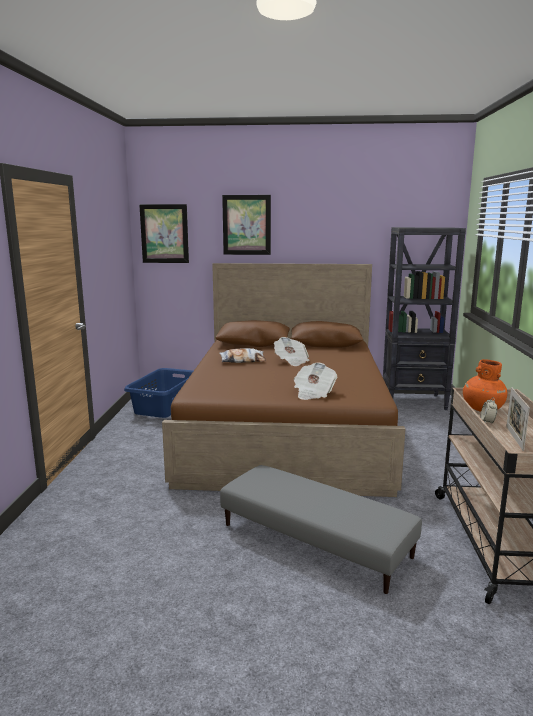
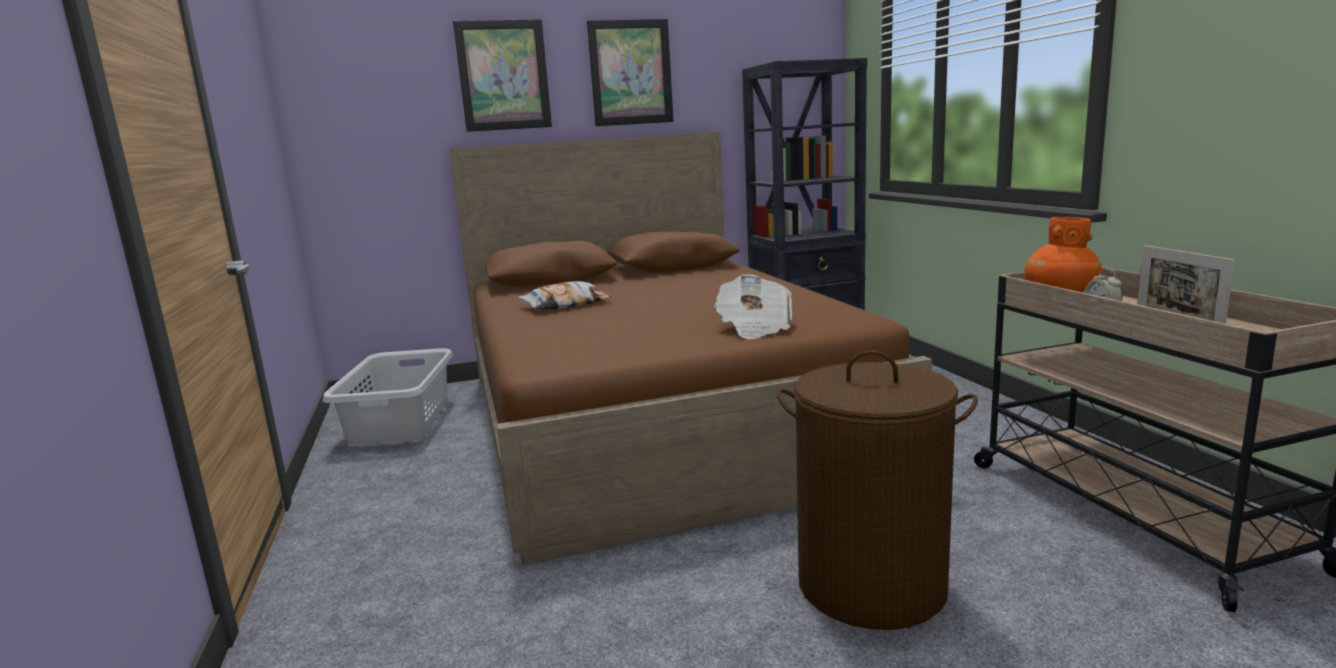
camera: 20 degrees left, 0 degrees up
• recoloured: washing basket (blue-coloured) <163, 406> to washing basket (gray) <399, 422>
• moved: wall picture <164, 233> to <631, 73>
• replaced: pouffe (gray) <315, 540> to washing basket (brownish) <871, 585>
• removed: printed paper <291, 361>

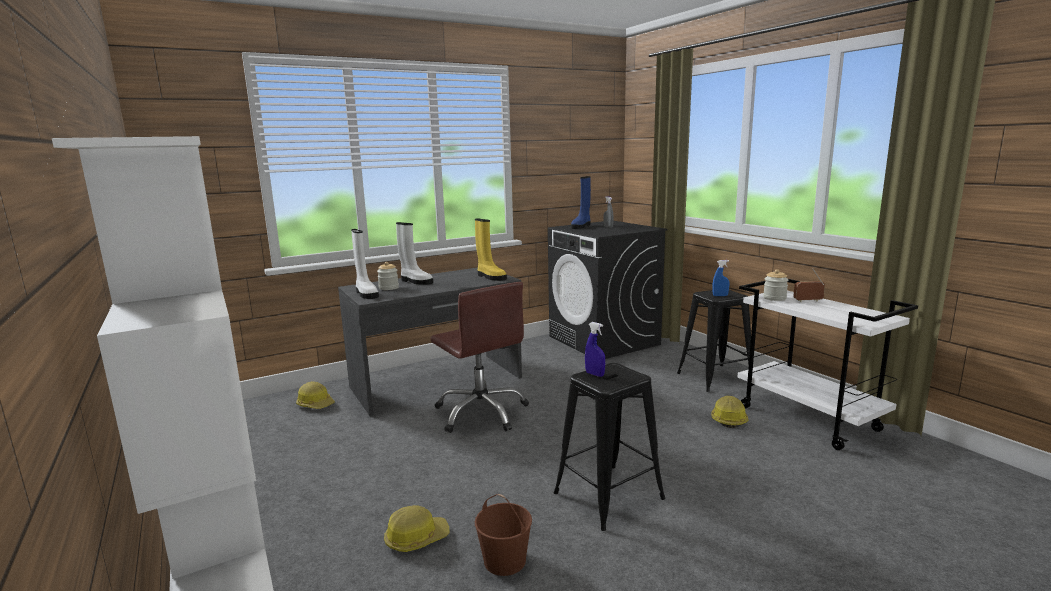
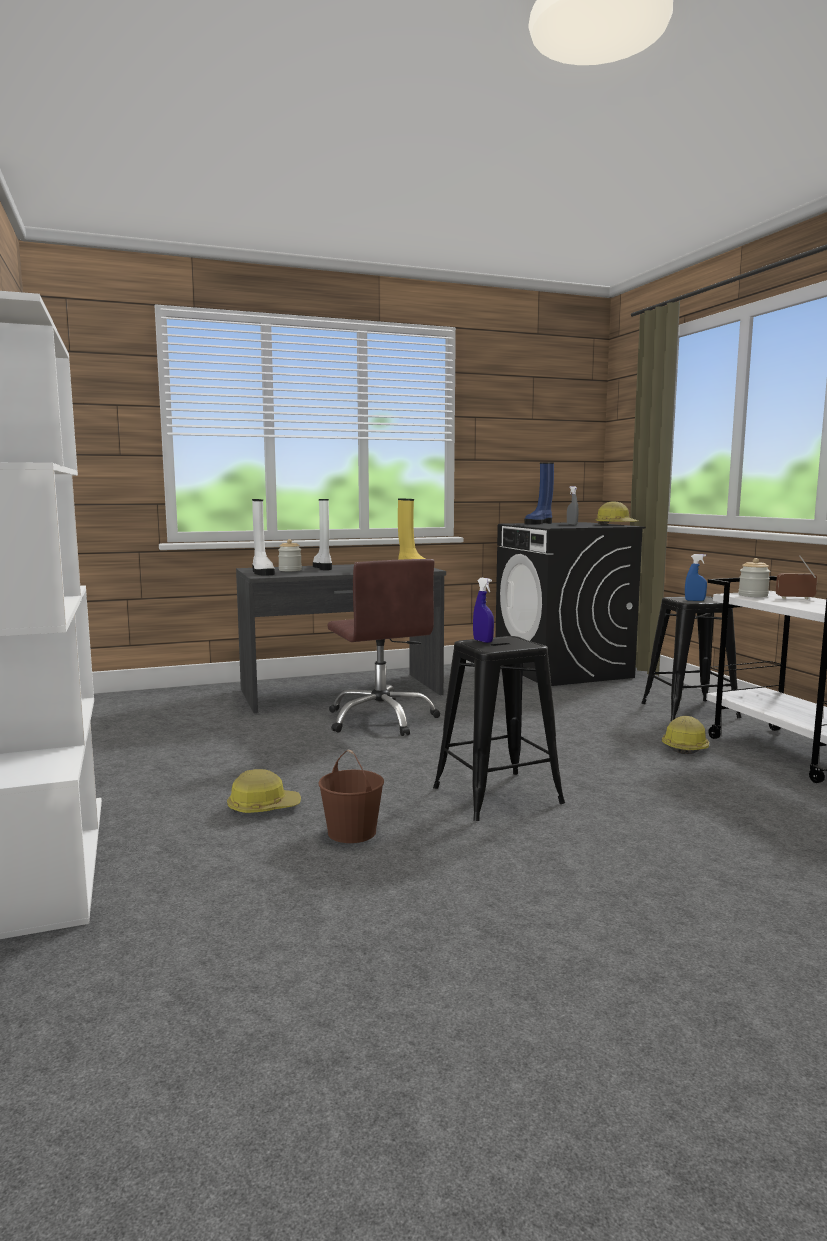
camera: 10 degrees right, 5 degrees down
• moved: hard hat <316, 404> to <615, 525>
• turned: tall boot (whitish) <415, 281> = <323, 568> 150 degrees counterclockwise

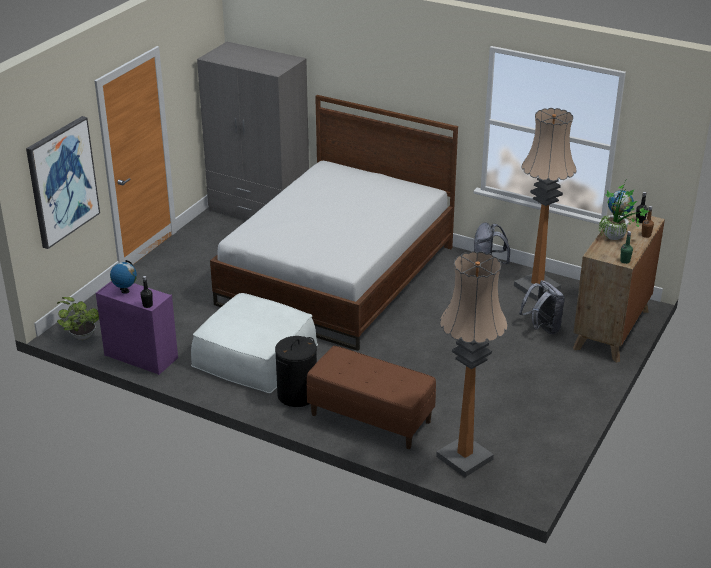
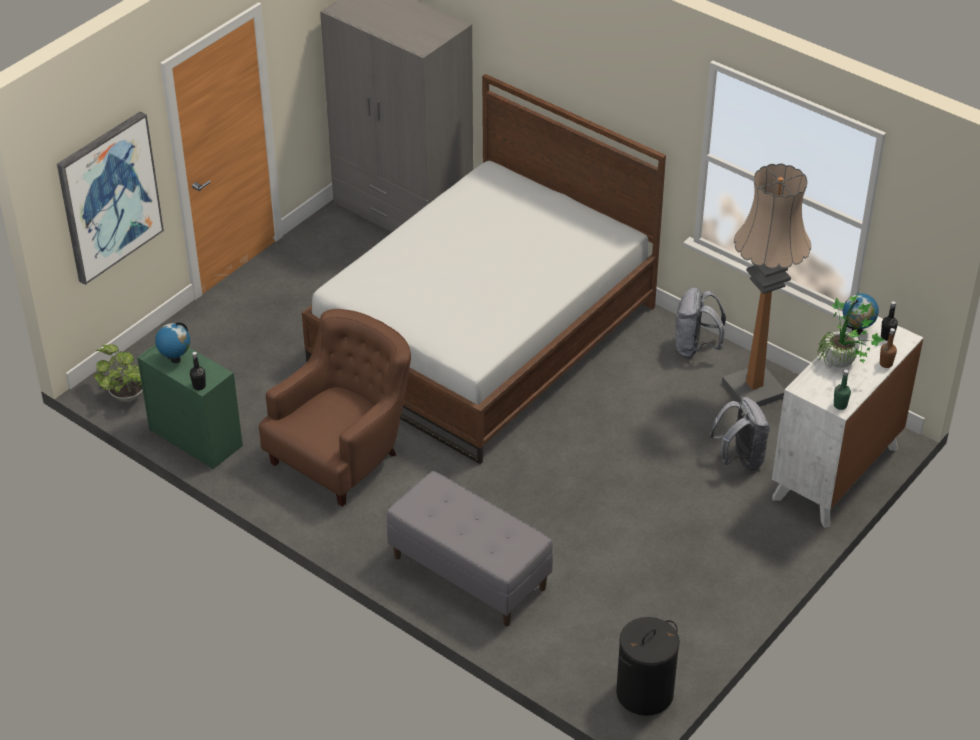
camera: 10 degrees right, 10 degrees up
• recoloured: dresser (purple) <140, 356> to dresser (green) <194, 437>
• replaced: pouffe (whitish) <255, 355> to armchair (brownish) <343, 454>
• moved: washing basket (black) <297, 394> to <645, 693>
• recoloured: indoor bench (brownish) <370, 418> to indoor bench (gray) <468, 572>
• removed: standard lamp <464, 458>
• recoloured: dresser (brownish) <611, 329> to dresser (whitish) <836, 473>

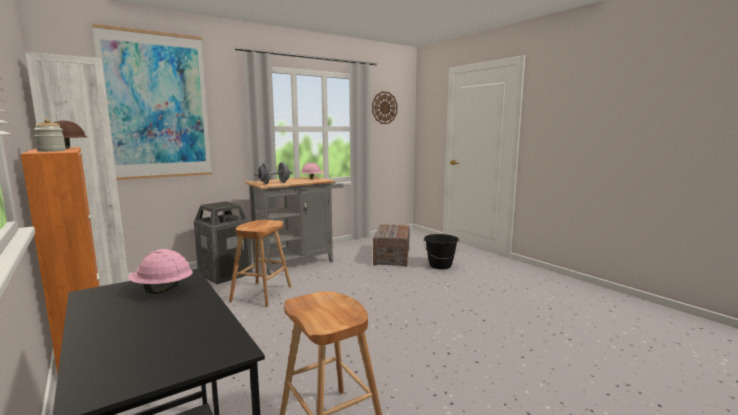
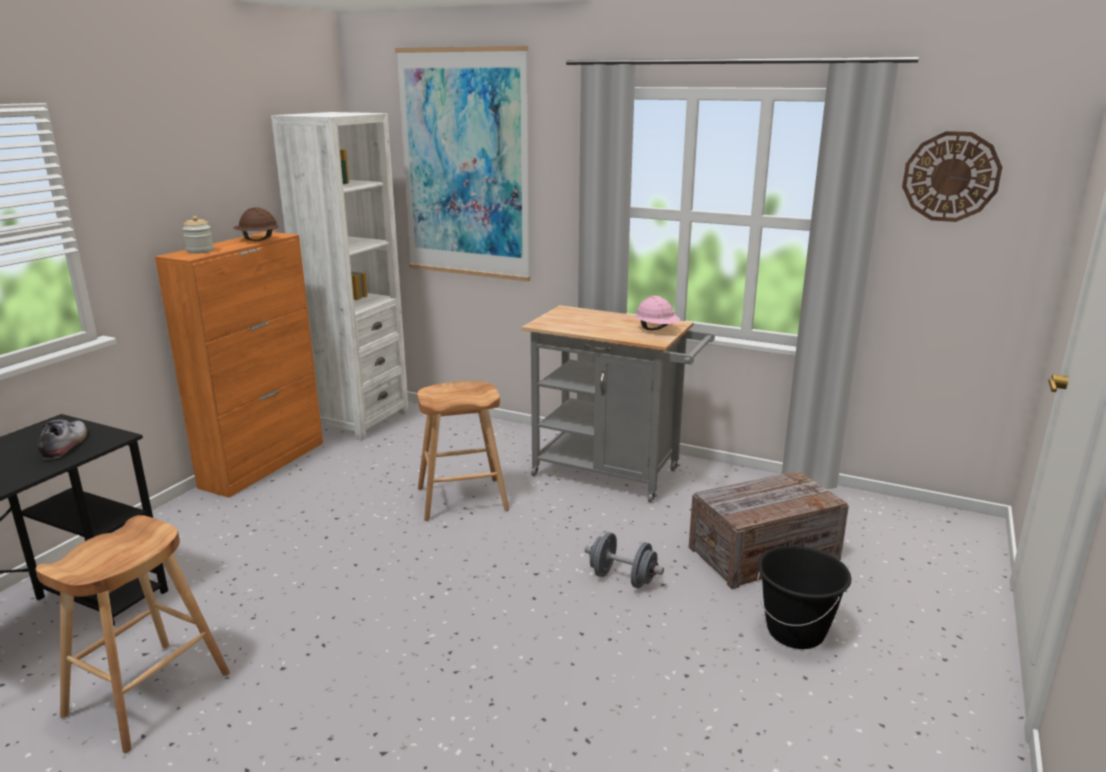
camera: 60 degrees right, 10 degrees up
• replaced: hard hat (pinkish) <162, 290> to shoe <65, 445>
• removed: trash can <225, 274>
• moved: hand weight (gray) <274, 183> to <622, 578>

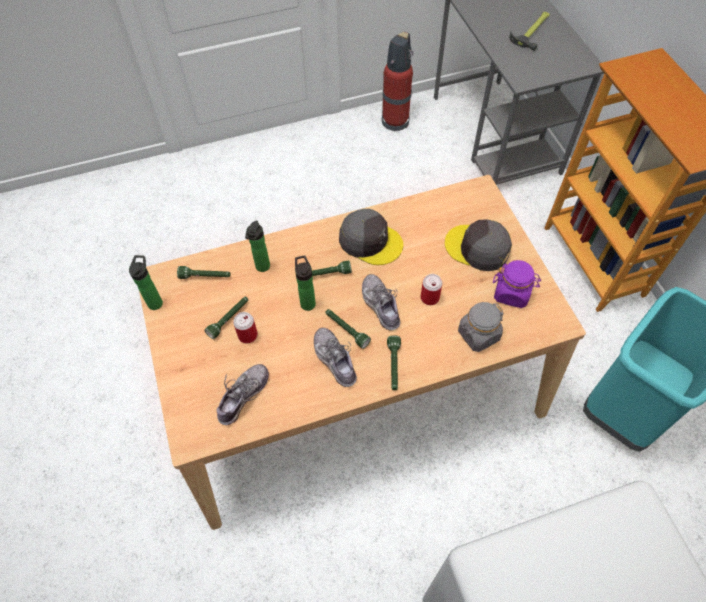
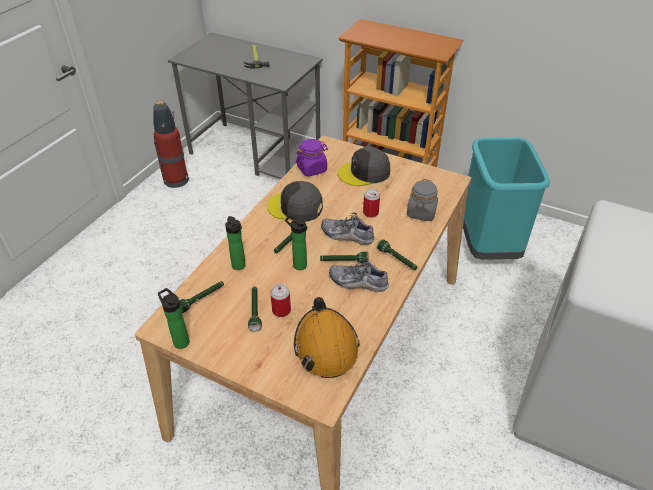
camera: 45 degrees left, 15 degrees down
• replaced: shoe <243, 396> to hard hat (orangey) <325, 346>
• turned: peaked cap (gray) <370, 241> = <295, 207> 150 degrees counterclockwise
• moved: storage jar (purple) <512, 293> to <312, 169>

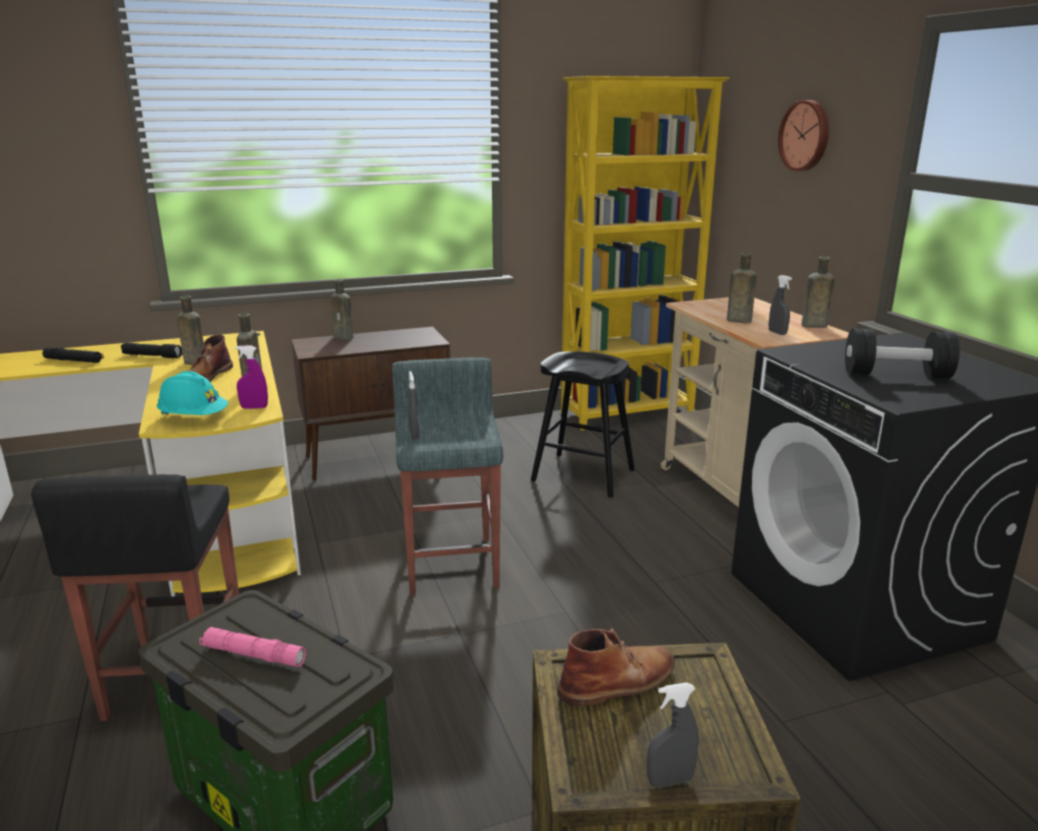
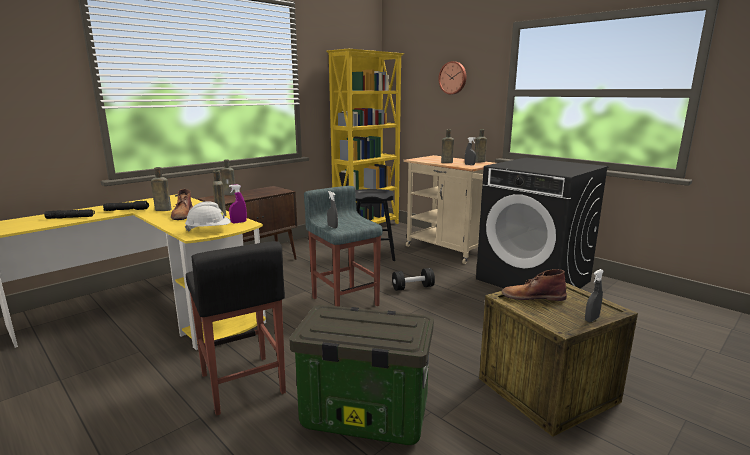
camera: 25 degrees left, 5 degrees down
• recoloured: hard hat (turquoise-coloured) <194, 418> to hard hat (whitish) <209, 230>
• removed: flashlight (pinkish) <253, 655>
• turned: tall boot (brownish) <619, 681> = <532, 296> 120 degrees counterclockwise
• moved: hand weight (black) <896, 375> to <413, 287>

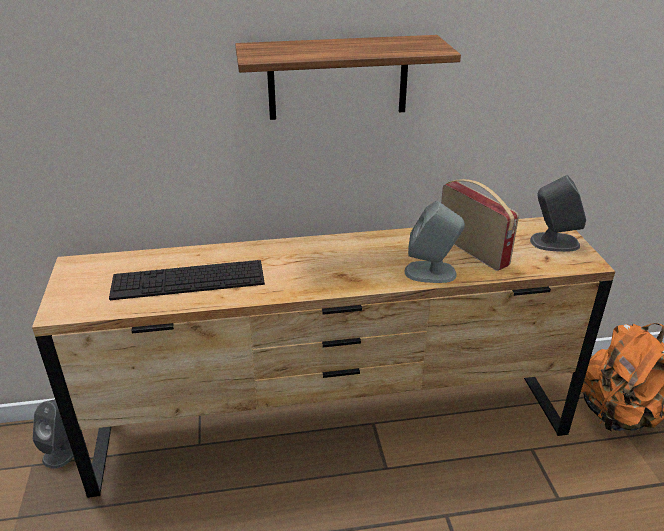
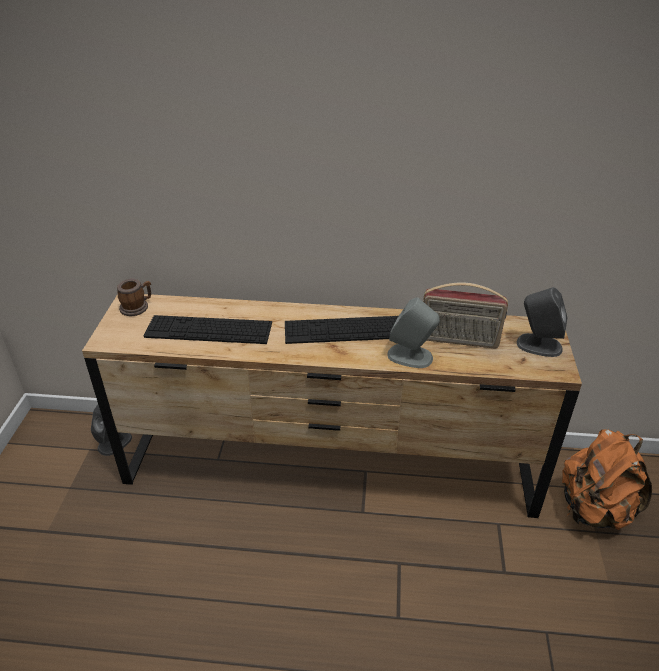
camera: 15 degrees right, 5 degrees up
• removed: wall shelf <338, 78>
• turned: radio set <473, 250> = <459, 340> 120 degrees clockwise
• added: coffee mug <137, 307>
• added: PC keyboard <346, 330>

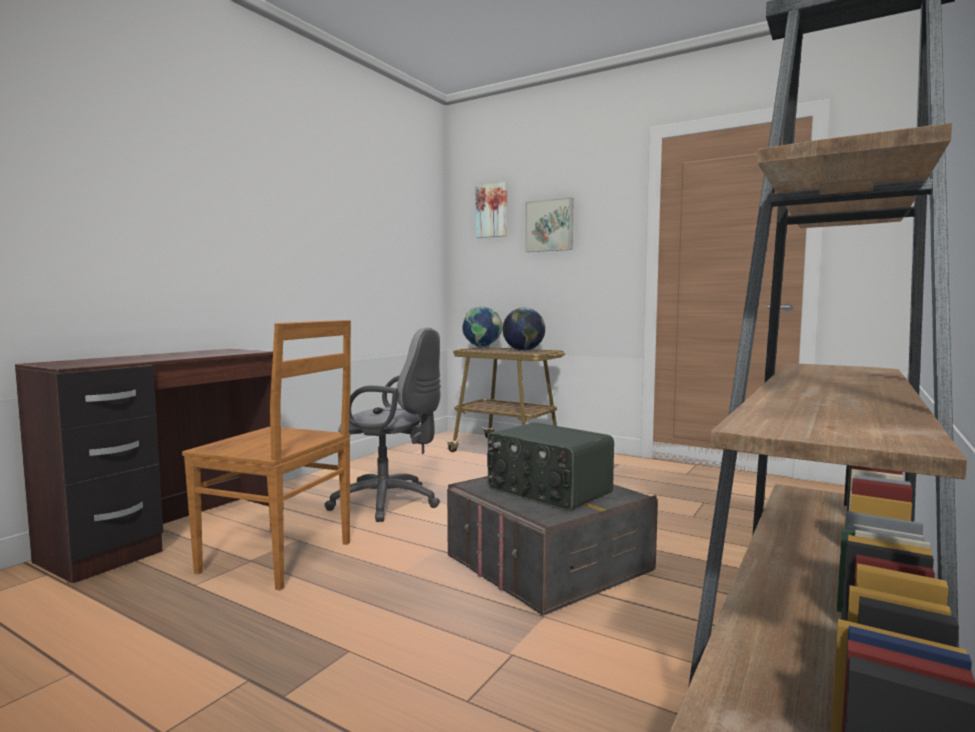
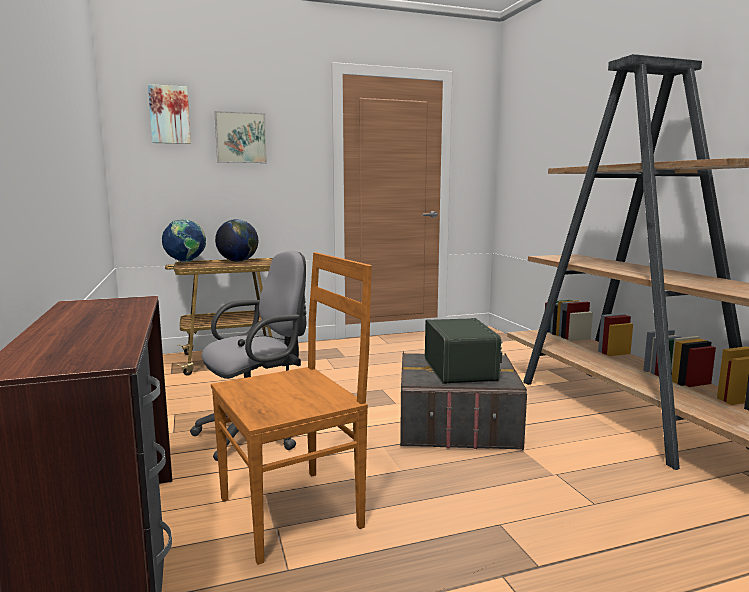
camera: 50 degrees left, 5 degrees up
• turned: radio set <548, 491> = <461, 370> 90 degrees counterclockwise

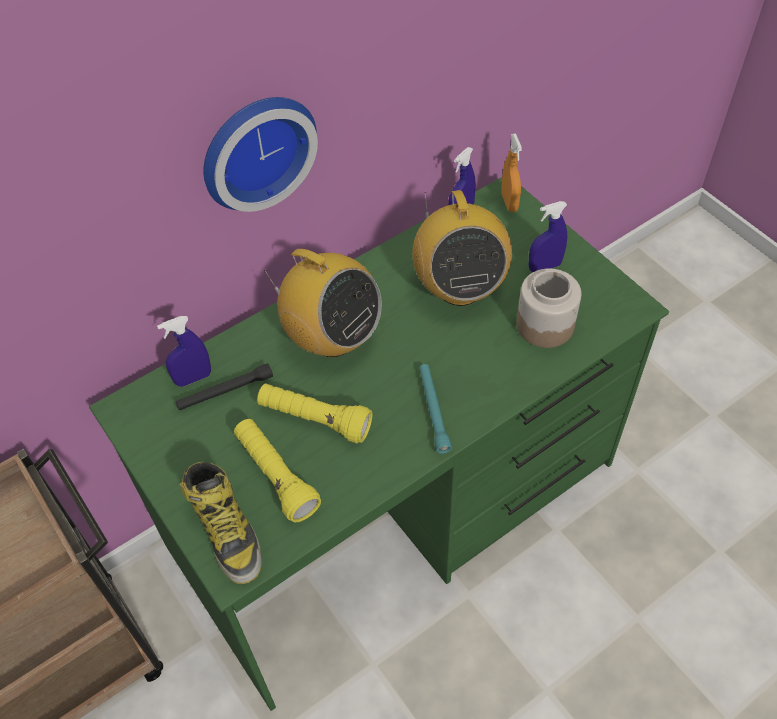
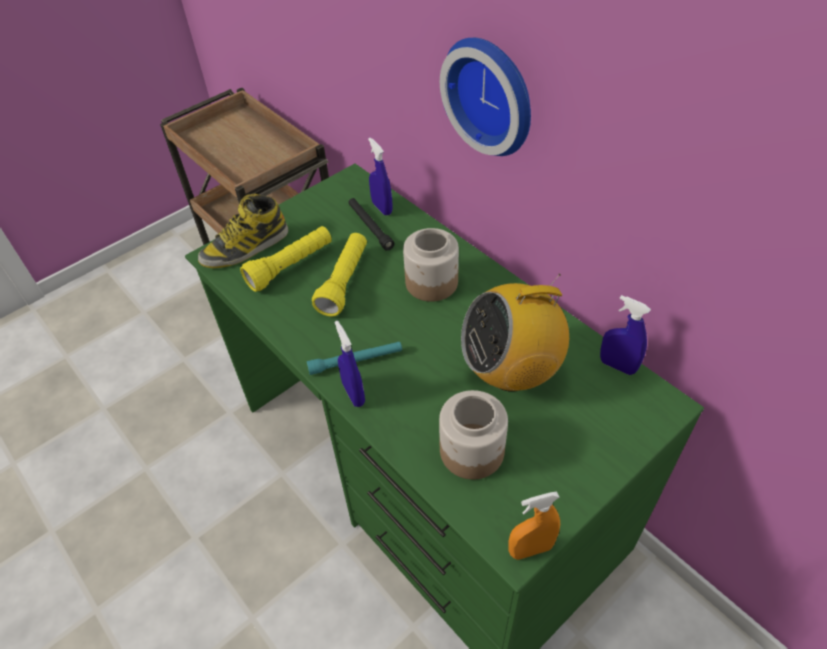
camera: 85 degrees right, 5 degrees down
• replaced: radio set <332, 338> to storage jar <432, 282>
• moved: sprayer (orangey) <509, 203> to <530, 549>
• moved: sprayer (blue-coloured) <544, 267> to <353, 394>

